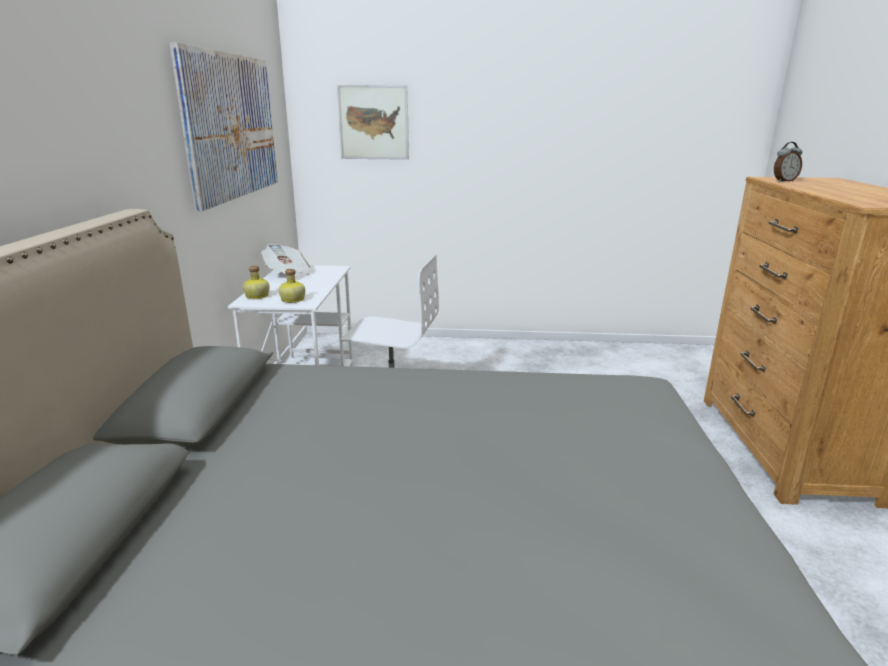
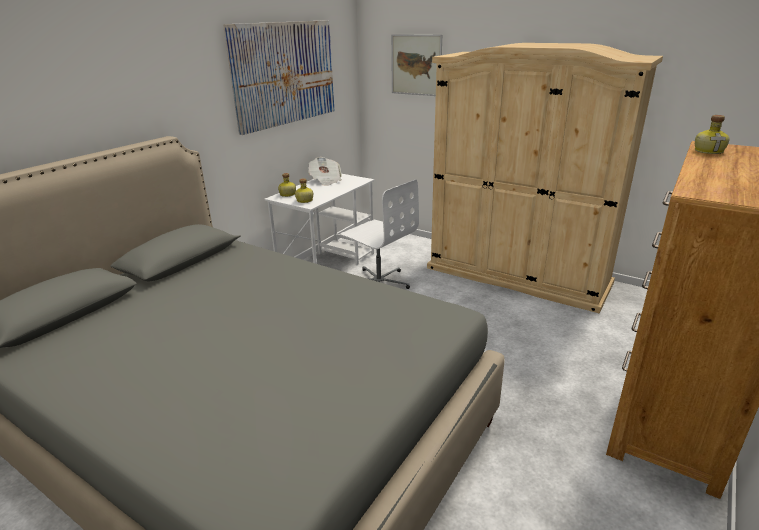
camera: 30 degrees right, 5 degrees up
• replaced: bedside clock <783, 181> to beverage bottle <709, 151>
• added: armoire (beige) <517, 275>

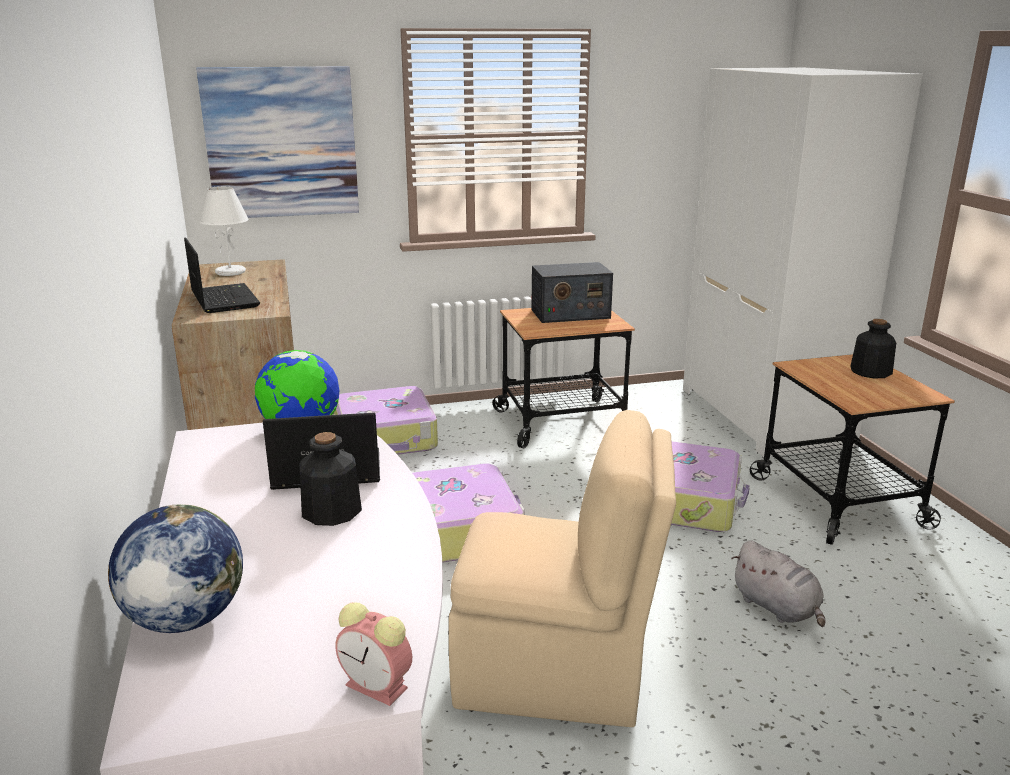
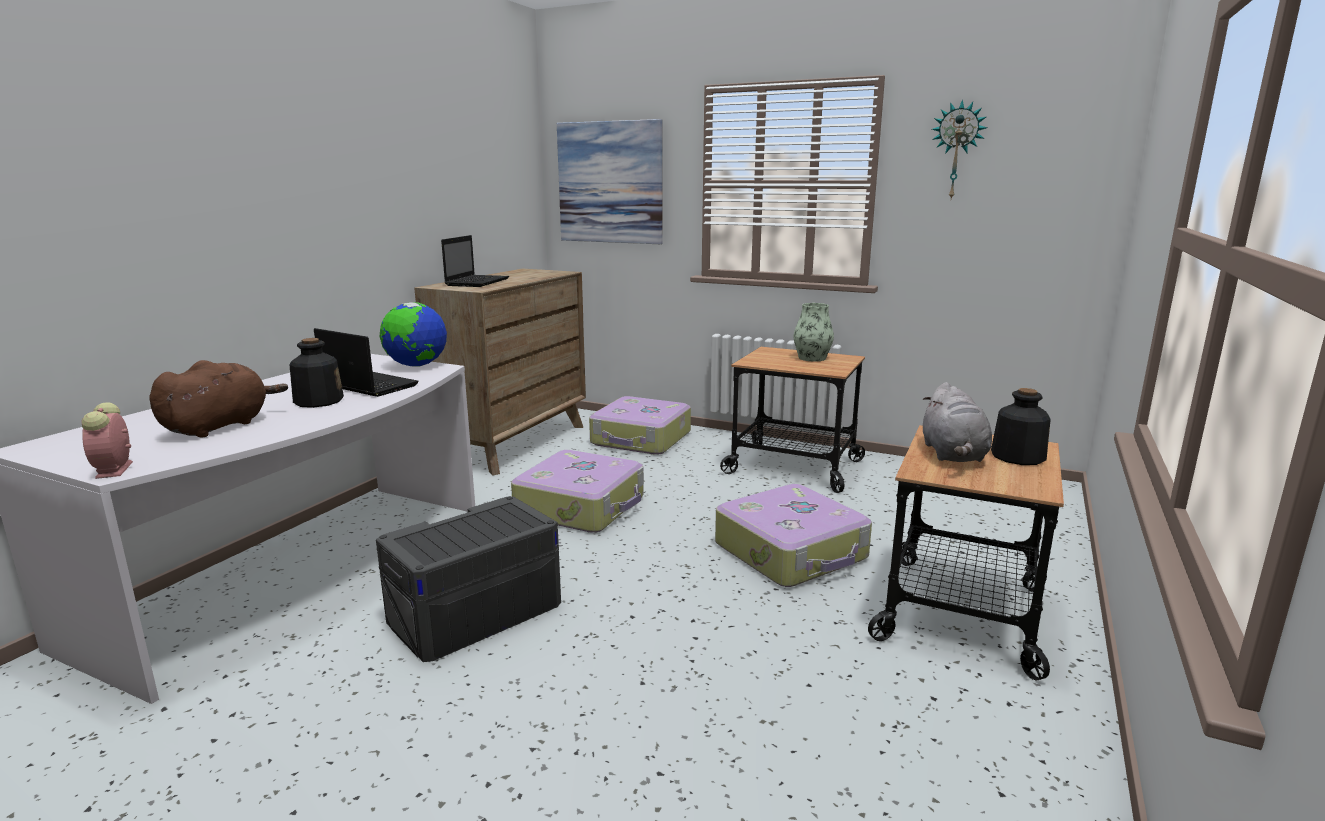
camera: 40 degrees right, 5 degrees down
• removed: globe <185, 619>
• removed: tabletop lamp (whitish) <230, 272>
• replaced: chair (beige) <555, 672> to storage container (gray) <475, 612>
• replaced: radio set <570, 314> to decorative vase <812, 358>
• removed: armoire (whitish) <766, 417>
• moved: plush toy (gray) <777, 608> to <953, 455>
• added: plush toy (brownish) <220, 426>
• added: clock on the wall <956, 151>

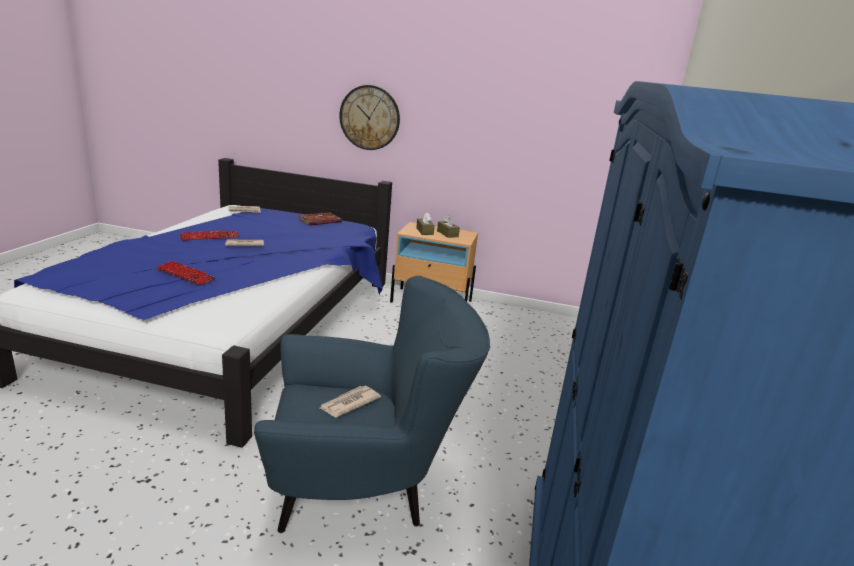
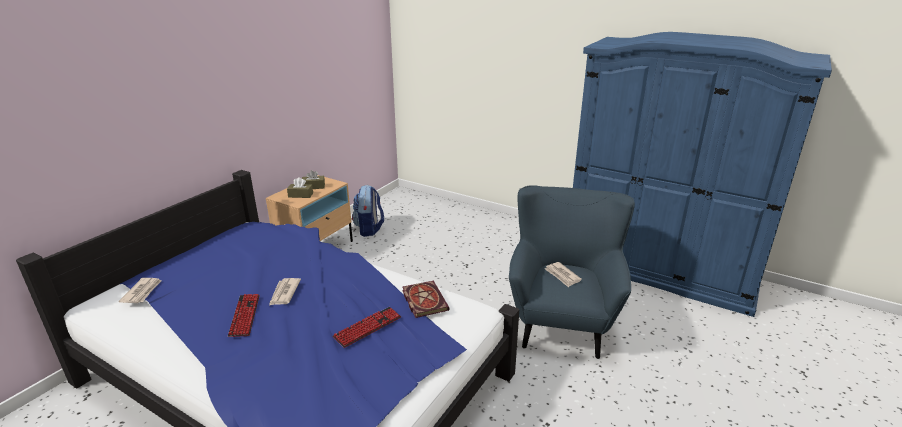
camera: 70 degrees left, 5 degrees up
• moved: book <320, 220> to <423, 300>
• removed: clock on the wall <369, 118>
• added: backpack <369, 229>

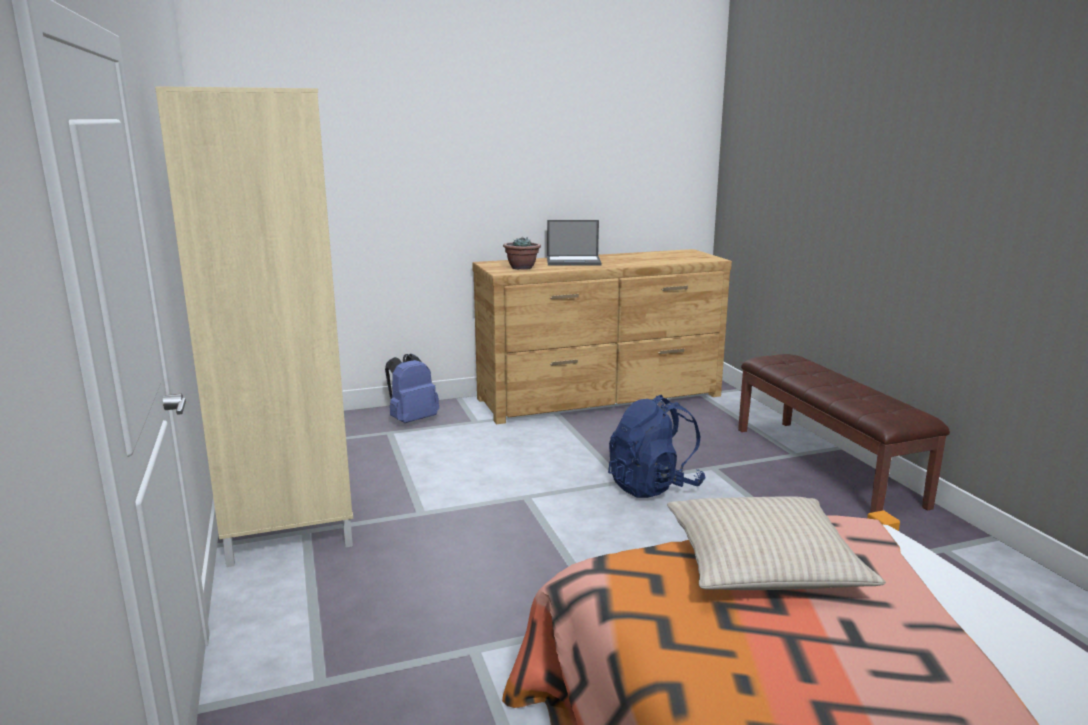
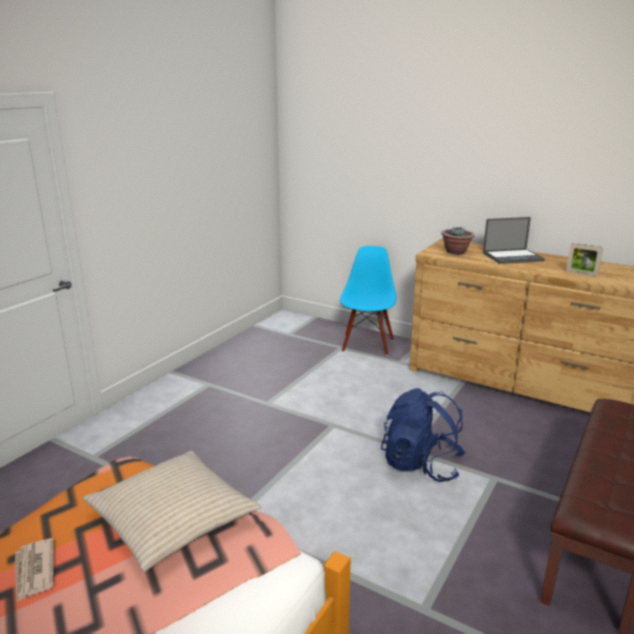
camera: 50 degrees right, 5 degrees up
• removed: armoire (beige) <287, 506>
• replaced: backpack (blue-coloured) <412, 420> to chair (blue-coloured) <367, 345>
• turned: laptop <574, 261> = <513, 257> 60 degrees counterclockwise
• added: printed paper <34, 571>
• added: photo frame <581, 274>

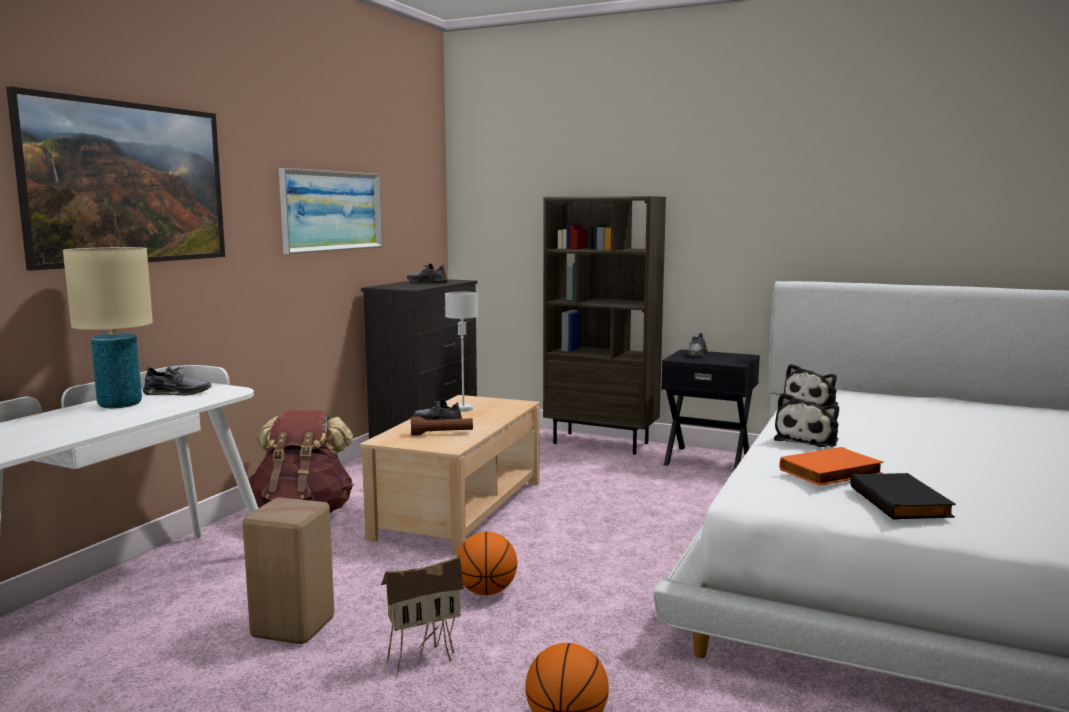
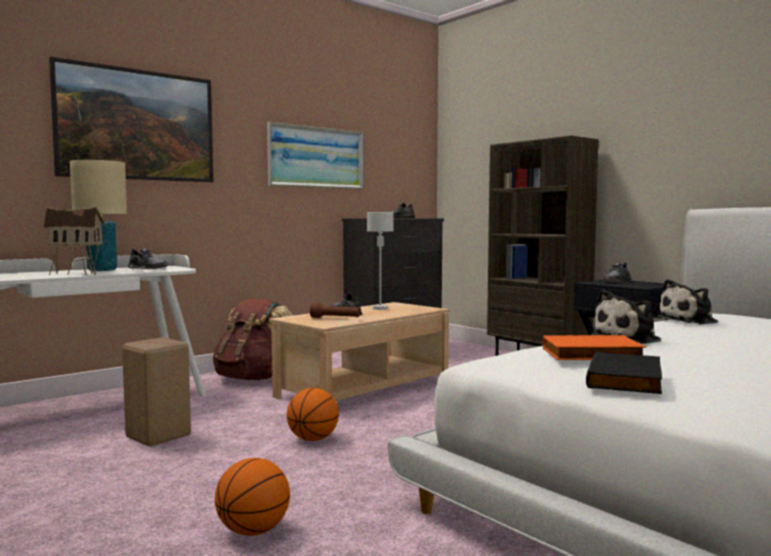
camera: 25 degrees right, 5 degrees down
• moved: model house <423, 657> to <76, 274>

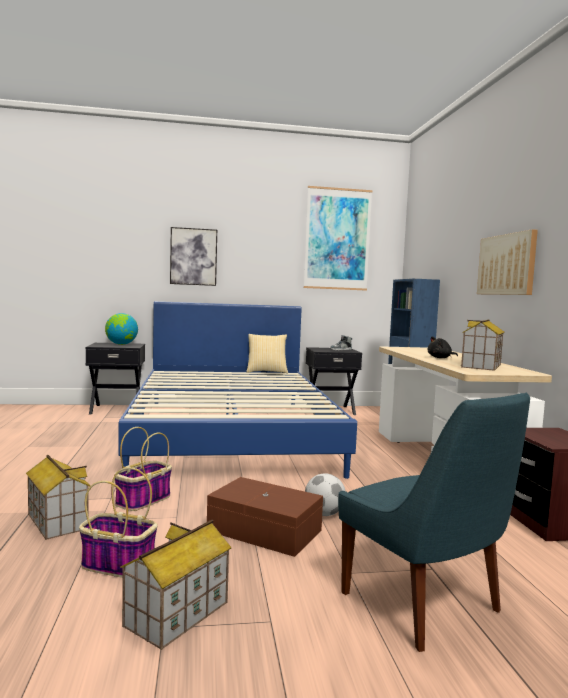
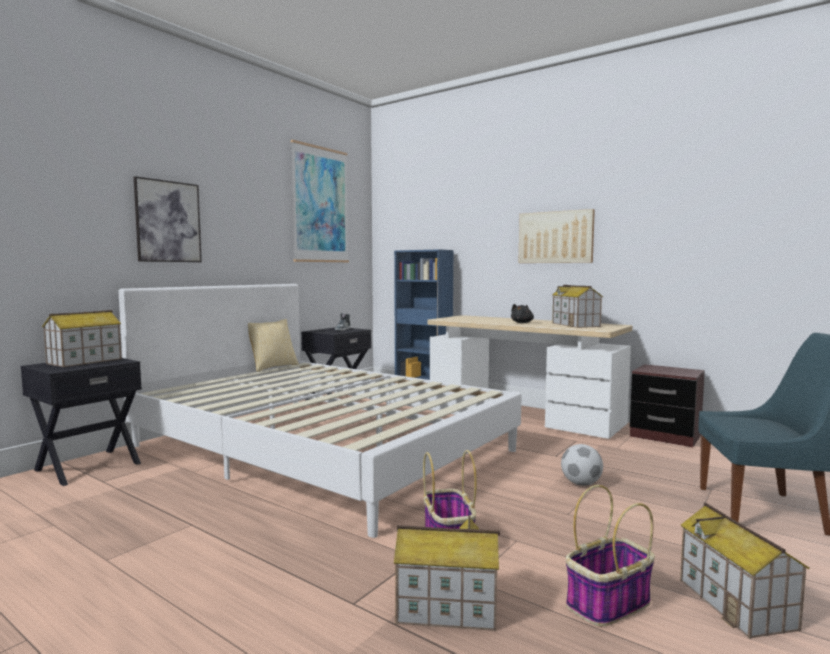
camera: 45 degrees left, 0 degrees up
• replaced: globe <121, 344> to model house <84, 361>
• recoloured: sleeping bed (blue-coloured) <232, 434> to sleeping bed (whitish) <321, 447>
• removed: storage container (brownish) <264, 531>

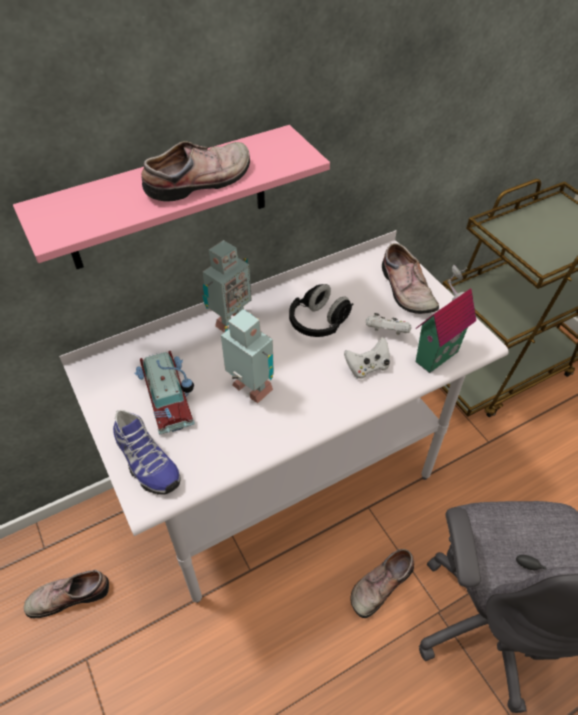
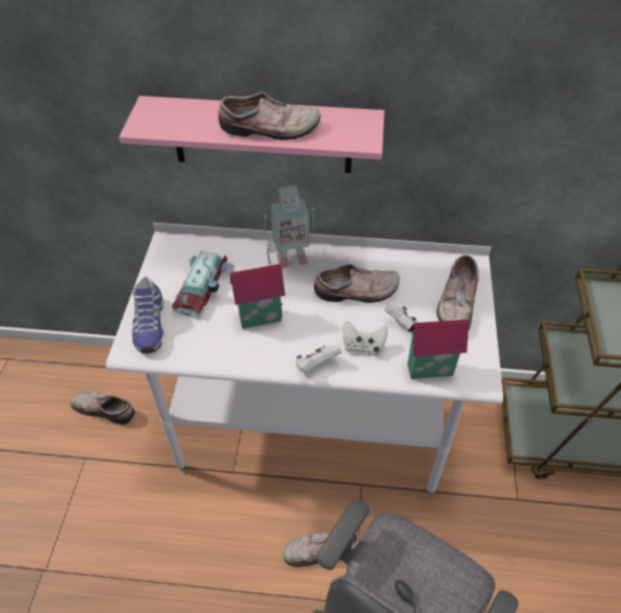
camera: 35 degrees right, 0 degrees up
• replaced: toy robot <251, 391> to model house <260, 316>
• replaced: headphones (black) <319, 323> to shoe <357, 292>
• added: game controller (whitish) <316, 365>

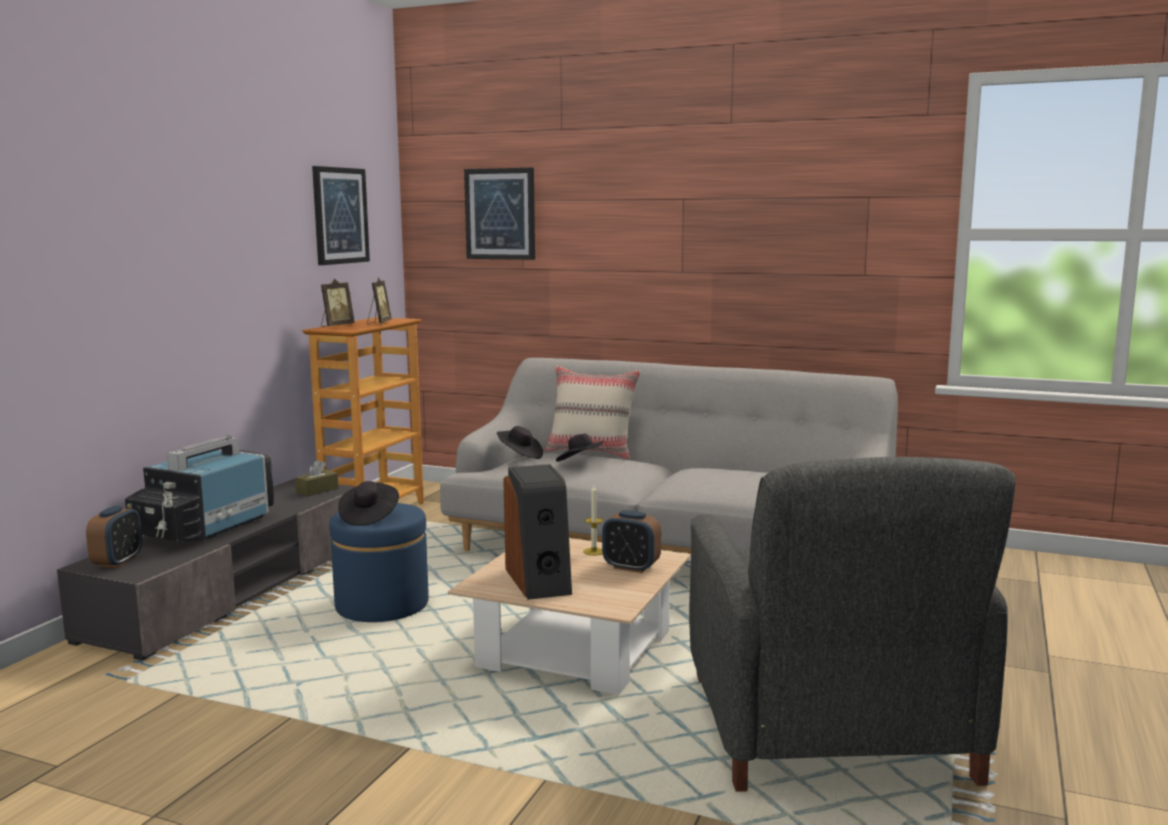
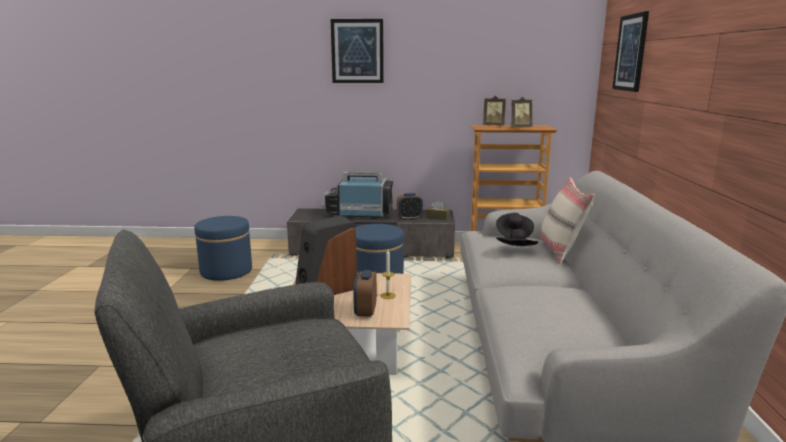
camera: 70 degrees right, 5 degrees up
• moved: bedside clock <118, 562> to <409, 218>
• moved: wall picture <340, 215> to <357, 51>
• removed: hat (black) <369, 517>
• added: pouffe (blue-coloured) <226, 271>

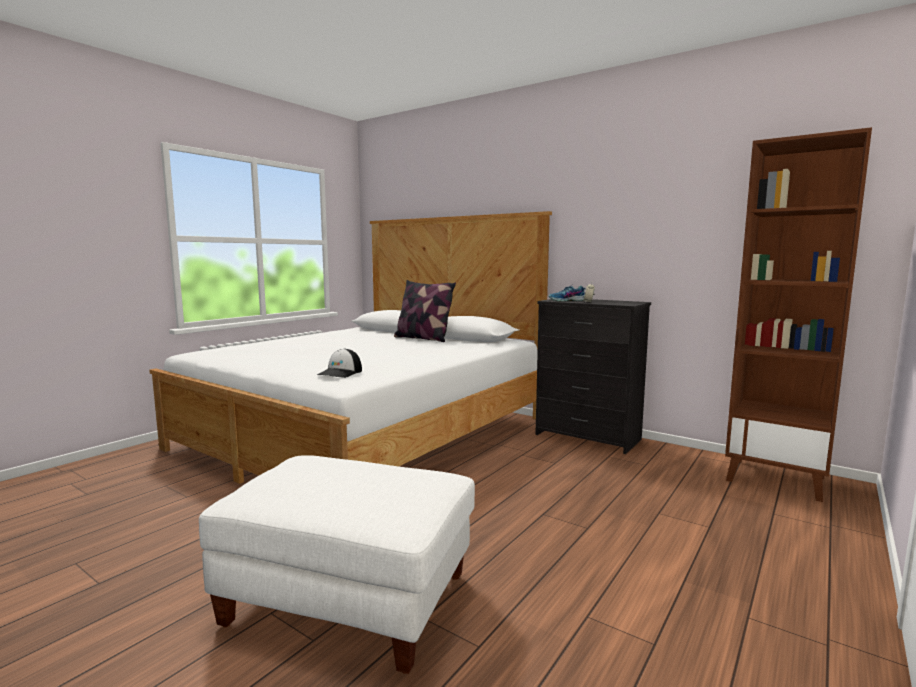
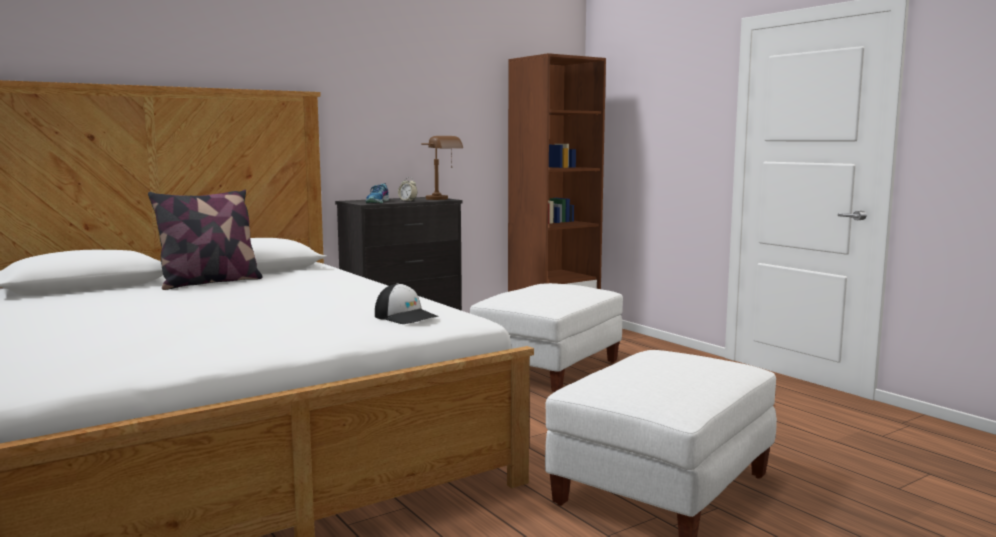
camera: 70 degrees left, 0 degrees up
• added: tabletop lamp (brownish) <442, 199>
• added: pouffe (whitish) <547, 370>

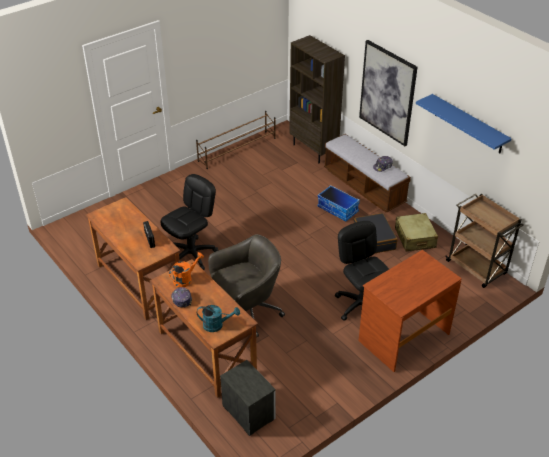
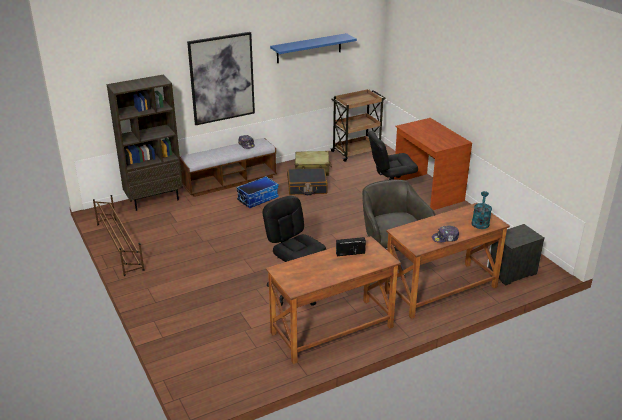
camera: 80 degrees left, 10 degrees down
• removed: watering can (orangey) <185, 279>

